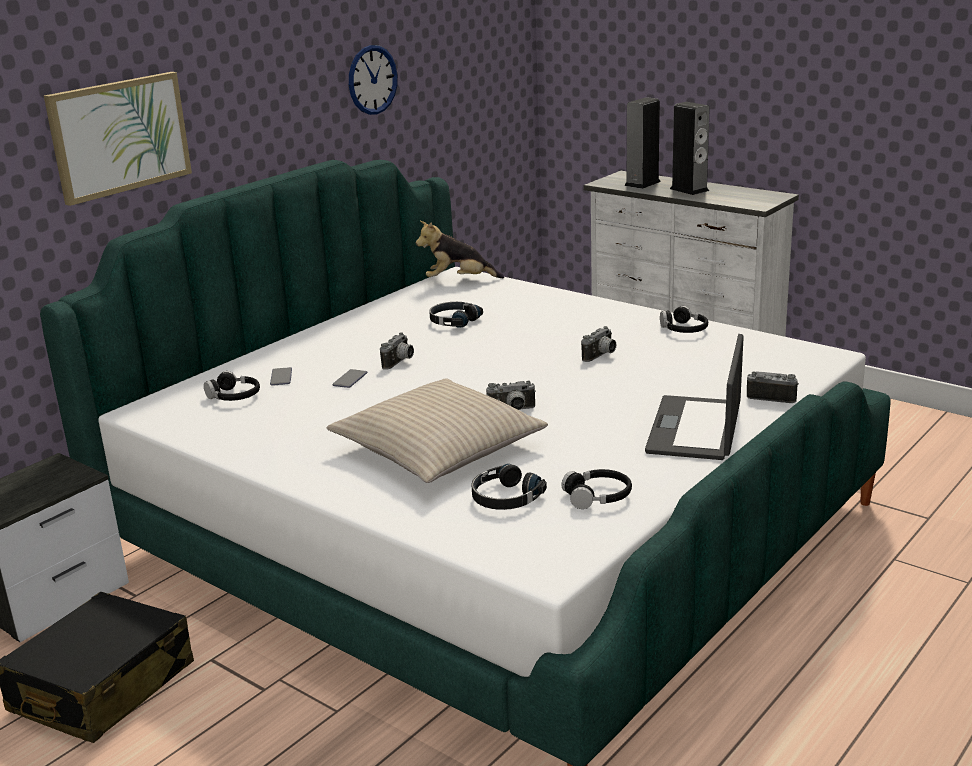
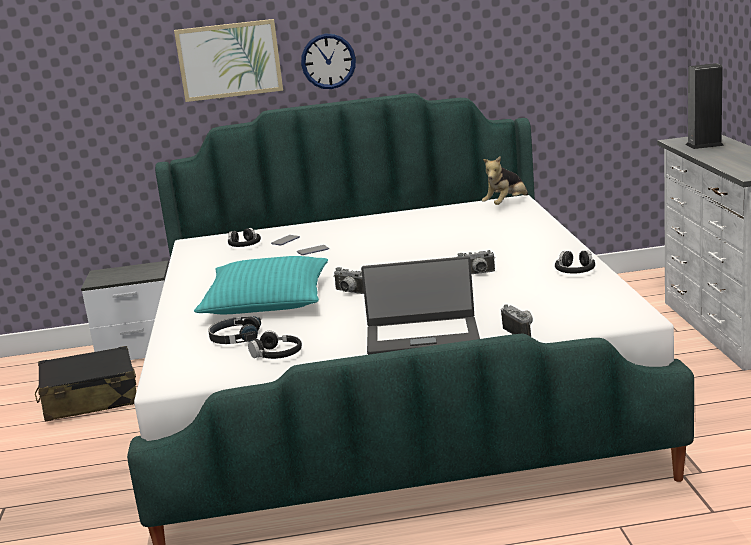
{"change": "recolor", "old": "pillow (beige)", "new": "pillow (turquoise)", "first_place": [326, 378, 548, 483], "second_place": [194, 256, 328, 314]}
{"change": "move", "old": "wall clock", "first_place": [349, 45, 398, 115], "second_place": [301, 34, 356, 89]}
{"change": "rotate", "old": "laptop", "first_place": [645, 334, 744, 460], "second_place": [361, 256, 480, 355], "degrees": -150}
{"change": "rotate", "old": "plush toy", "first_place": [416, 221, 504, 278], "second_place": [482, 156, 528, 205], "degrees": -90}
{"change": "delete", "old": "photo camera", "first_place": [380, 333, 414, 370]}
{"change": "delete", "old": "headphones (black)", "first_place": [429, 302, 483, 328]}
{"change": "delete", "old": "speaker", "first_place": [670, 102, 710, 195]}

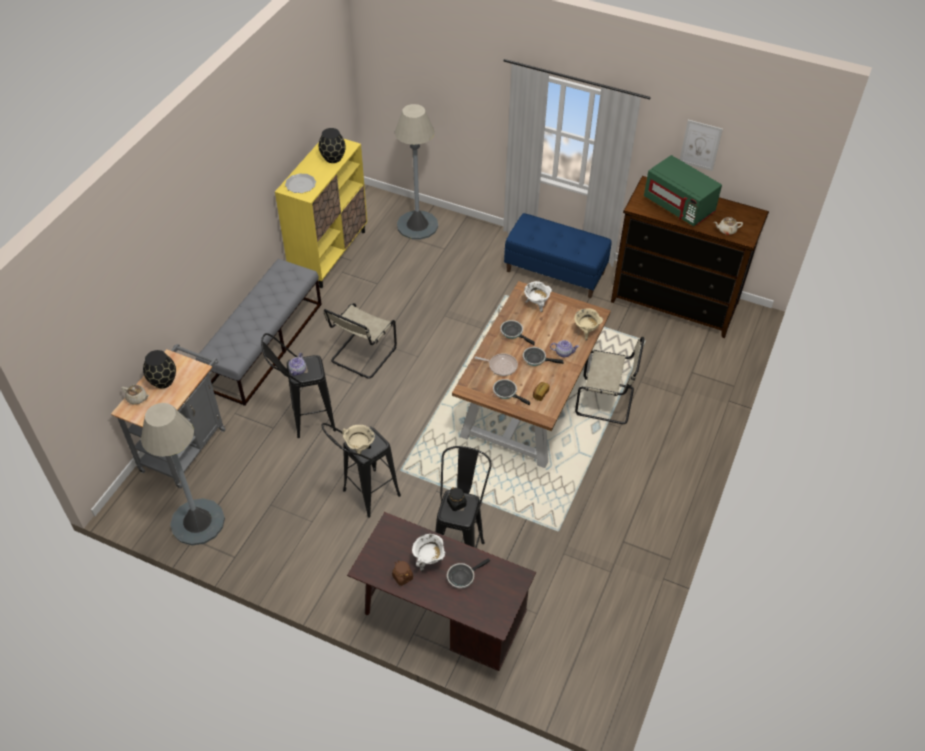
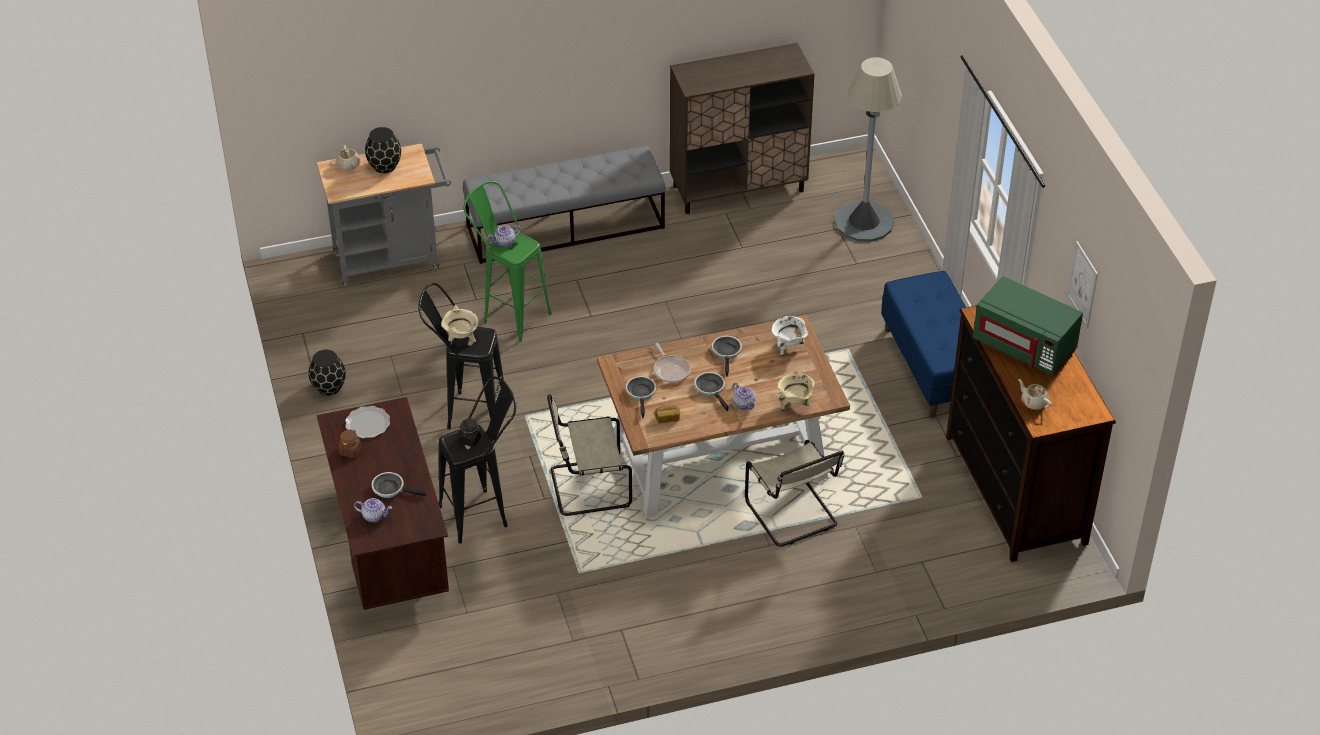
{"change": "move", "old": "vase (black)", "first_place": [319, 128, 346, 163], "second_place": [308, 350, 346, 396]}
{"change": "move", "old": "plate", "first_place": [285, 173, 316, 193], "second_place": [345, 406, 390, 438]}
{"change": "insert", "new": "teapot", "second_place": [354, 498, 392, 522]}
{"change": "recolor", "old": "stool (black)", "new": "stool (green)", "first_place": [261, 333, 336, 438], "second_place": [463, 181, 552, 342]}
{"change": "move", "old": "chair (beige)", "first_place": [324, 303, 397, 379], "second_place": [547, 394, 632, 516]}
{"change": "recolor", "old": "cabinet (yellow)", "new": "cabinet (brown)", "first_place": [275, 139, 367, 288], "second_place": [670, 43, 815, 214]}
{"change": "rotate", "old": "microwave (green)", "first_place": [644, 155, 722, 226], "second_place": [973, 276, 1083, 375], "degrees": -60}
{"change": "delete", "old": "floor lamp (grey)", "first_place": [141, 403, 225, 545]}
{"change": "delete", "old": "cooking pot (white)", "first_place": [412, 534, 445, 572]}

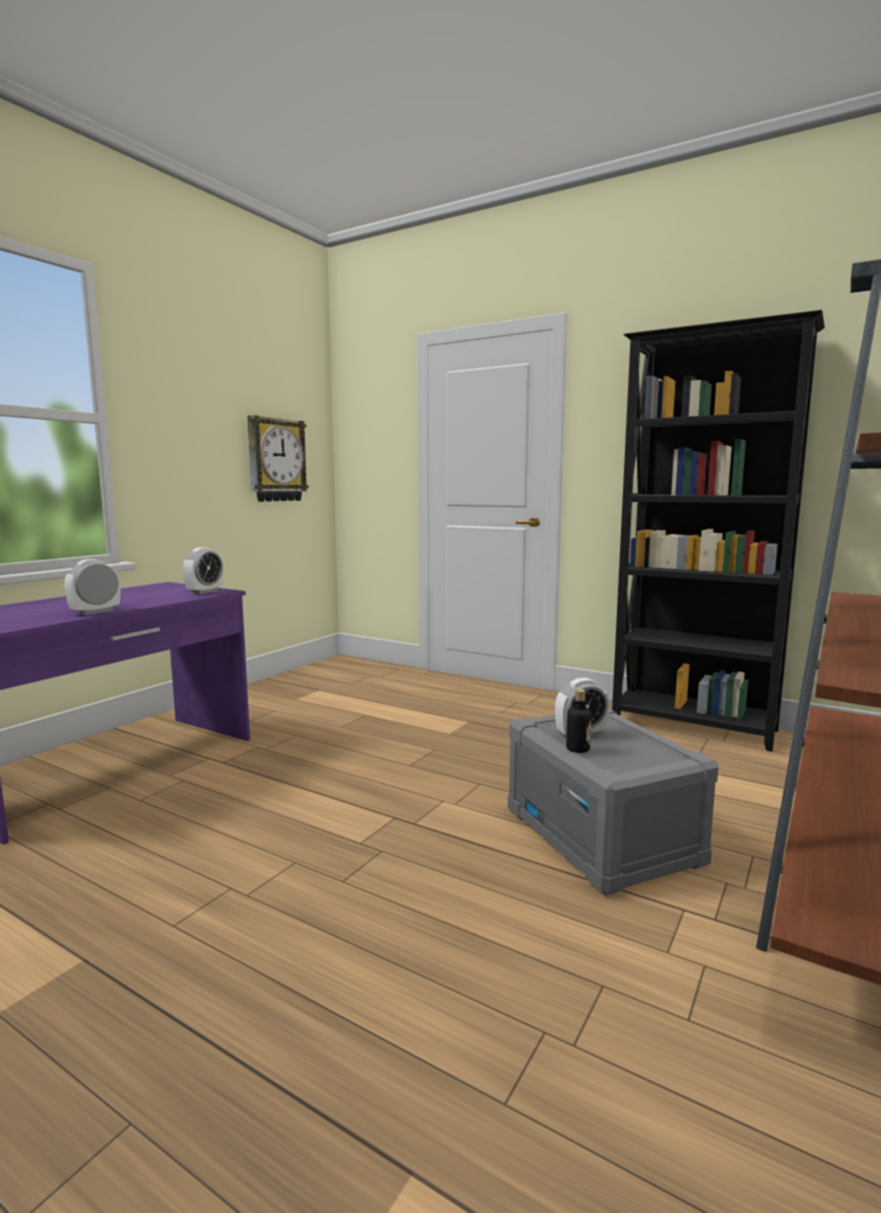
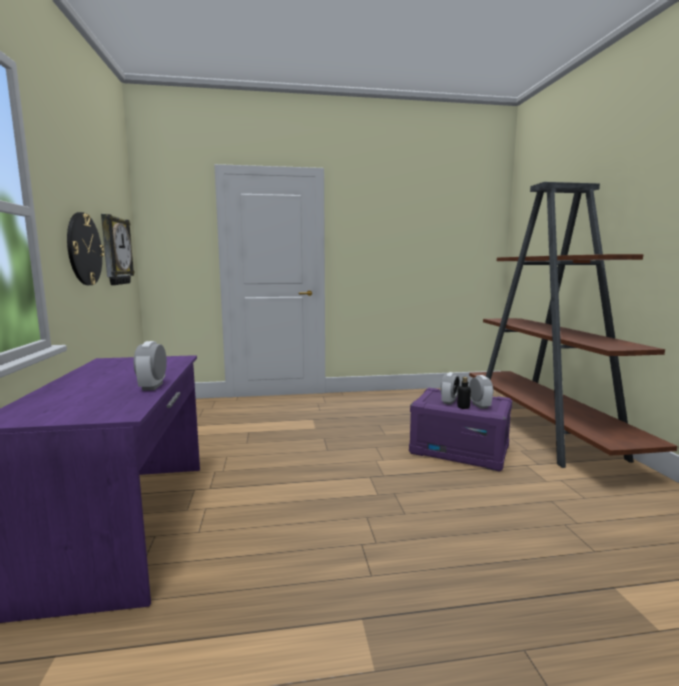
{"change": "insert", "new": "wall clock", "second_place": [67, 212, 105, 285]}
{"change": "recolor", "old": "storage box (grey)", "new": "storage box (purple)", "first_place": [508, 709, 718, 896], "second_place": [409, 388, 512, 472]}
{"change": "move", "old": "alarm clock", "first_place": [183, 547, 223, 594], "second_place": [469, 375, 493, 409]}
{"change": "delete", "old": "bookcase (black)", "first_place": [612, 310, 825, 752]}

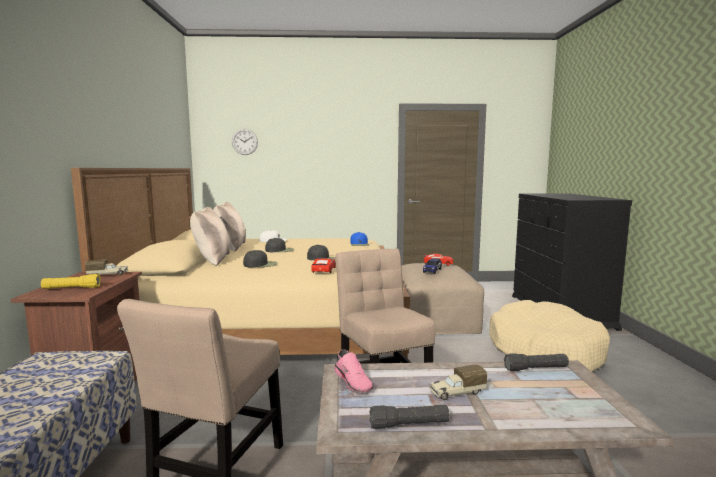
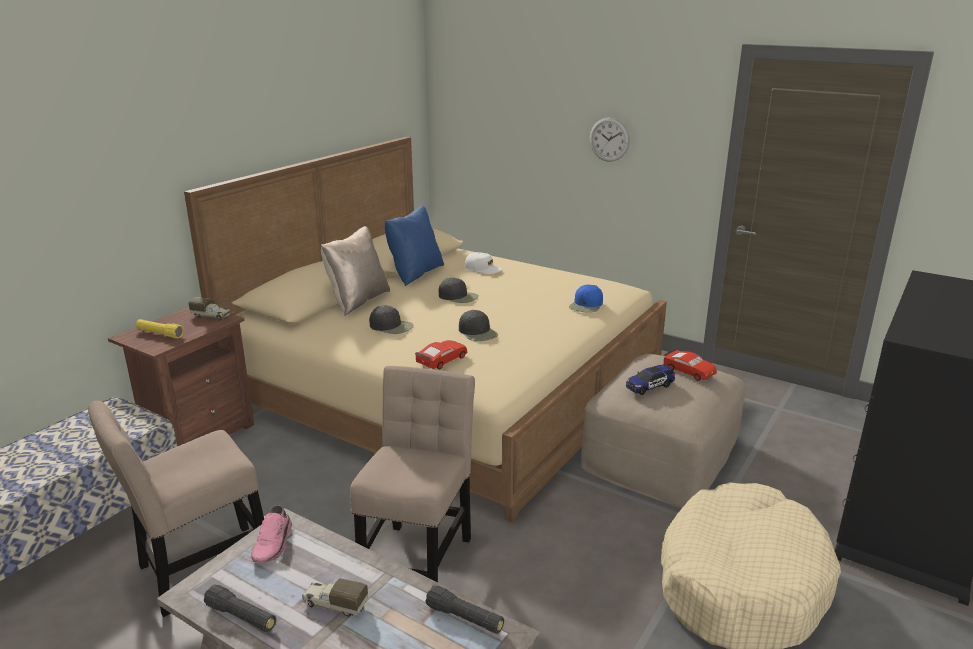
{"change": "recolor", "old": "pillow (beige)", "new": "pillow (blue)", "first_place": [213, 202, 246, 252], "second_place": [384, 206, 444, 286]}
{"change": "move", "old": "wall clock", "first_place": [232, 129, 258, 155], "second_place": [590, 117, 630, 162]}

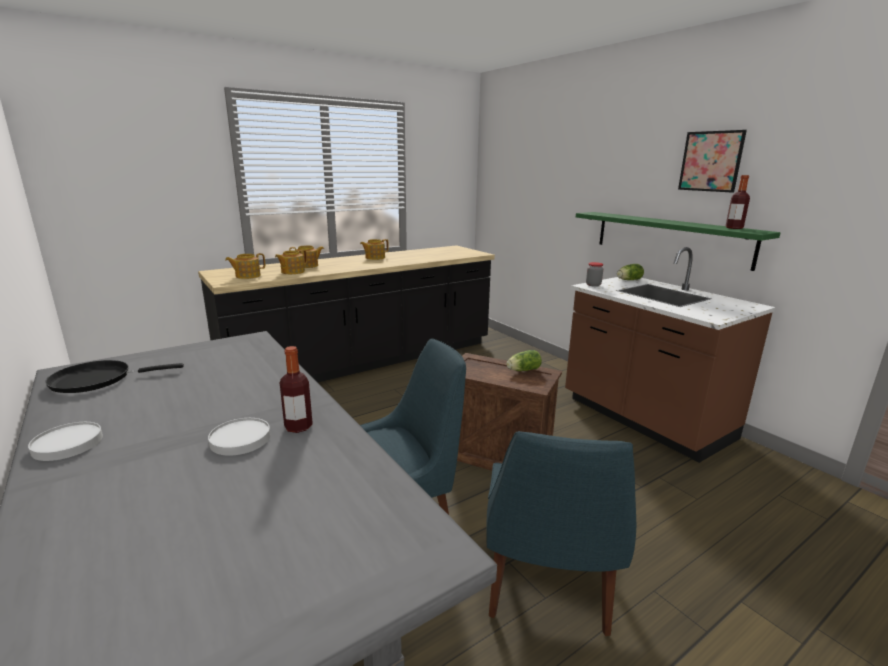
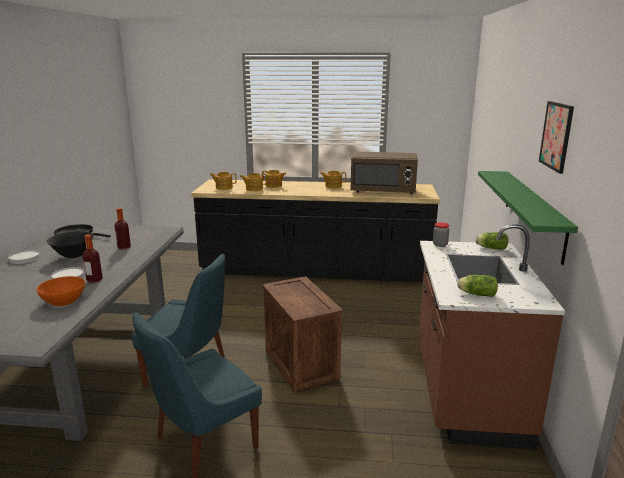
{"change": "insert", "new": "bowl (orange)", "second_place": [36, 276, 85, 306]}
{"change": "insert", "new": "bowl (black)", "second_place": [47, 231, 94, 258]}
{"change": "move", "old": "bottle", "first_place": [726, 175, 750, 229], "second_place": [114, 208, 131, 250]}
{"change": "insert", "new": "microwave (brown)", "second_place": [351, 152, 418, 194]}
{"change": "move", "old": "lettuce", "first_place": [506, 350, 542, 371], "second_place": [457, 275, 498, 297]}

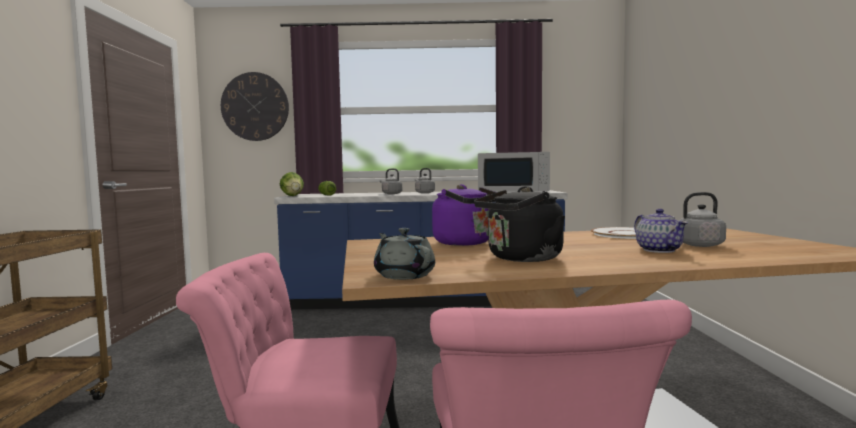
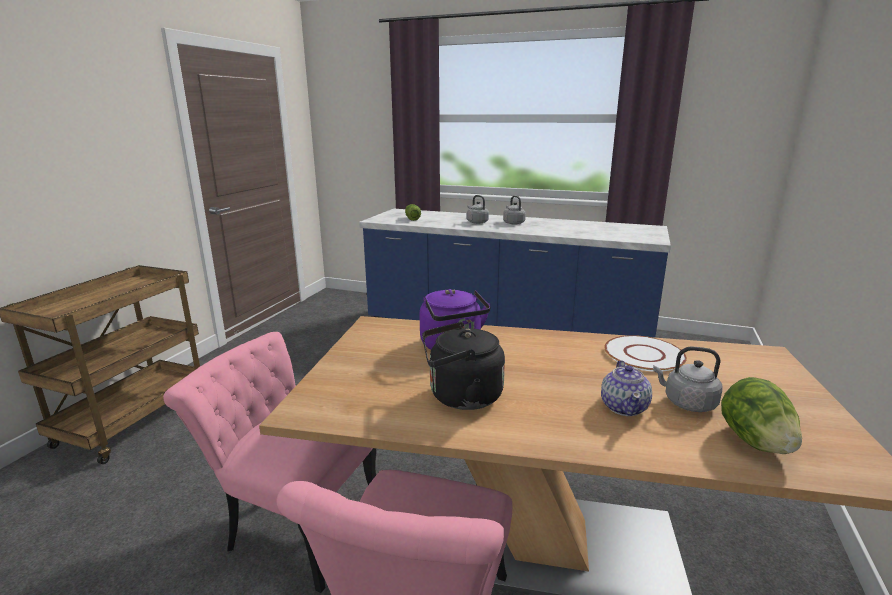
{"change": "move", "old": "lettuce", "first_place": [280, 172, 304, 196], "second_place": [721, 377, 802, 454]}
{"change": "delete", "old": "wall clock", "first_place": [221, 72, 289, 141]}
{"change": "delete", "old": "teapot (grey)", "first_place": [374, 228, 435, 280]}
{"change": "delete", "old": "microwave (white)", "first_place": [478, 152, 550, 192]}

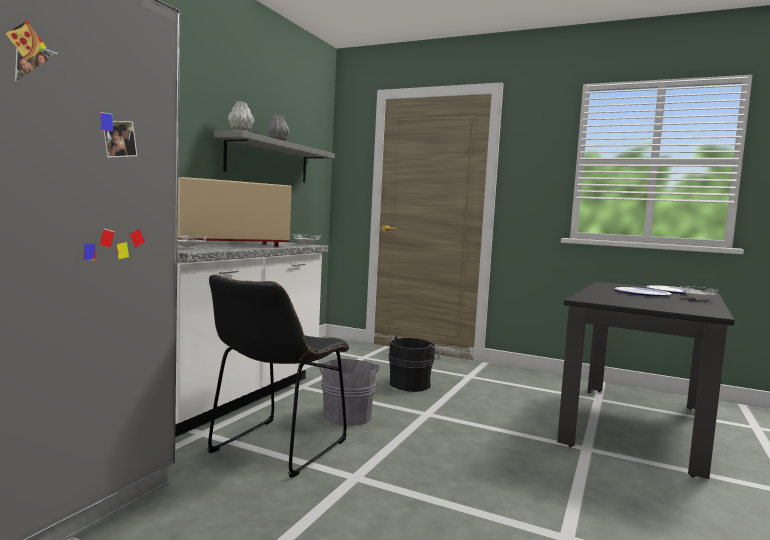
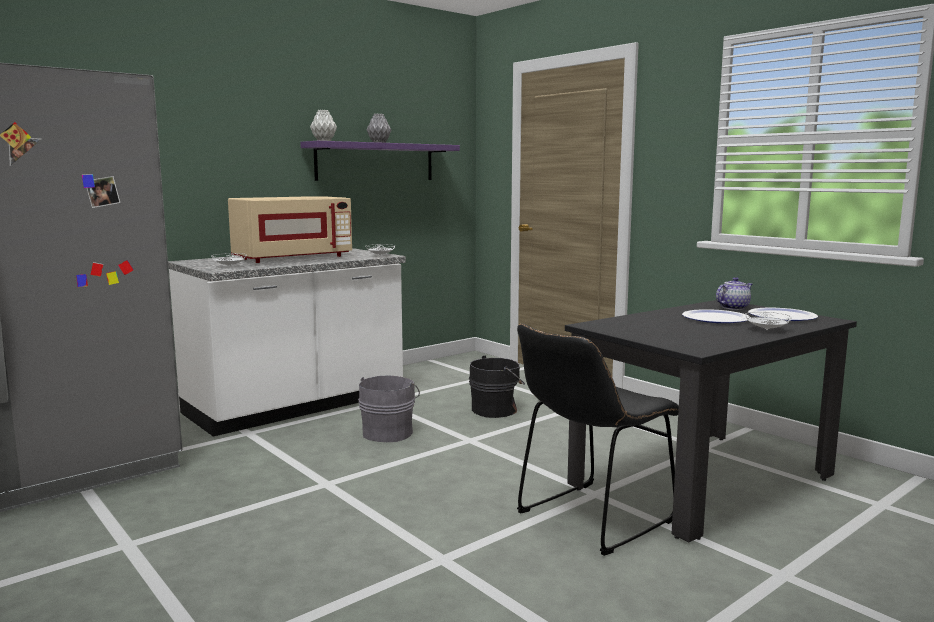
{"change": "rotate", "old": "microwave (beige)", "first_place": [178, 177, 291, 247], "second_place": [228, 196, 352, 263], "degrees": 150}
{"change": "recolor", "old": "shelf (grey)", "new": "shelf (purple)", "first_place": [214, 130, 335, 183], "second_place": [300, 141, 460, 181]}
{"change": "move", "old": "chair (black)", "first_place": [207, 274, 349, 478], "second_place": [517, 324, 679, 556]}
{"change": "insert", "new": "teapot", "second_place": [716, 277, 752, 310]}

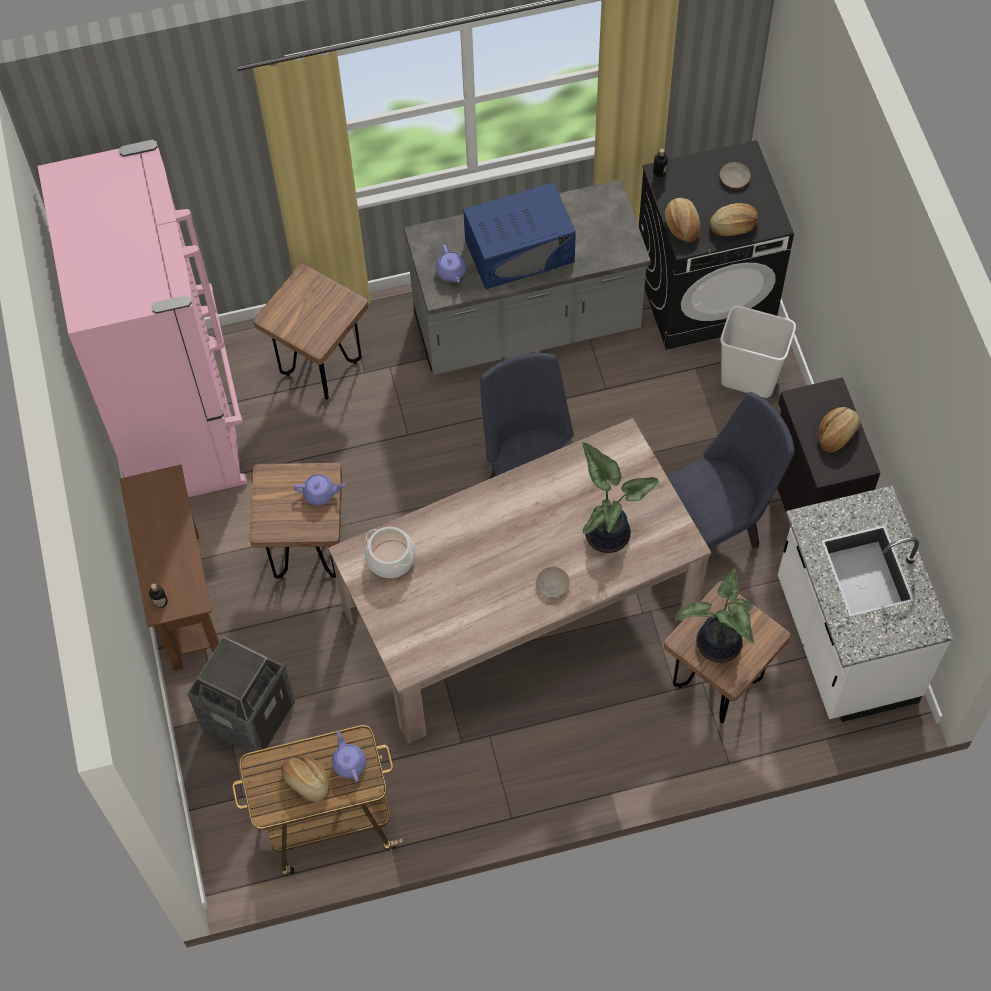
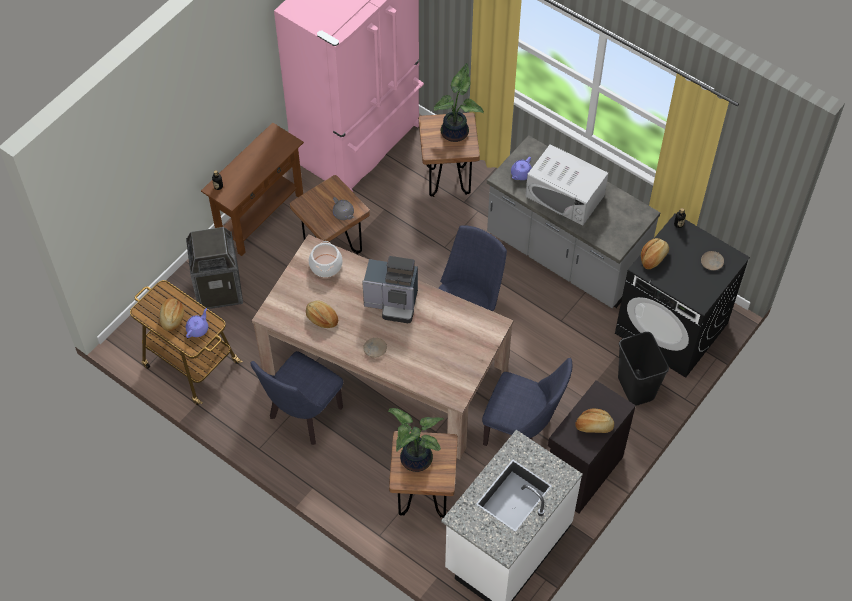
{"change": "insert", "new": "chair (blue)", "second_place": [251, 351, 343, 445]}
{"change": "move", "old": "bread", "first_place": [710, 203, 759, 236], "second_place": [306, 300, 338, 328]}
{"change": "recolor", "old": "teapot (purple)", "new": "teapot (grey)", "first_place": [294, 474, 345, 505], "second_place": [333, 197, 354, 220]}
{"change": "insert", "new": "coffee machine", "second_place": [362, 256, 418, 323]}
{"change": "move", "old": "potted plant", "first_place": [582, 442, 659, 553], "second_place": [433, 63, 484, 142]}
{"change": "recolor", "old": "microwave (blue)", "new": "microwave (white)", "first_place": [463, 182, 576, 289], "second_place": [525, 144, 608, 225]}
{"change": "recolor", "old": "trash can (white)", "new": "trash can (black)", "first_place": [720, 305, 796, 398], "second_place": [618, 332, 669, 406]}

